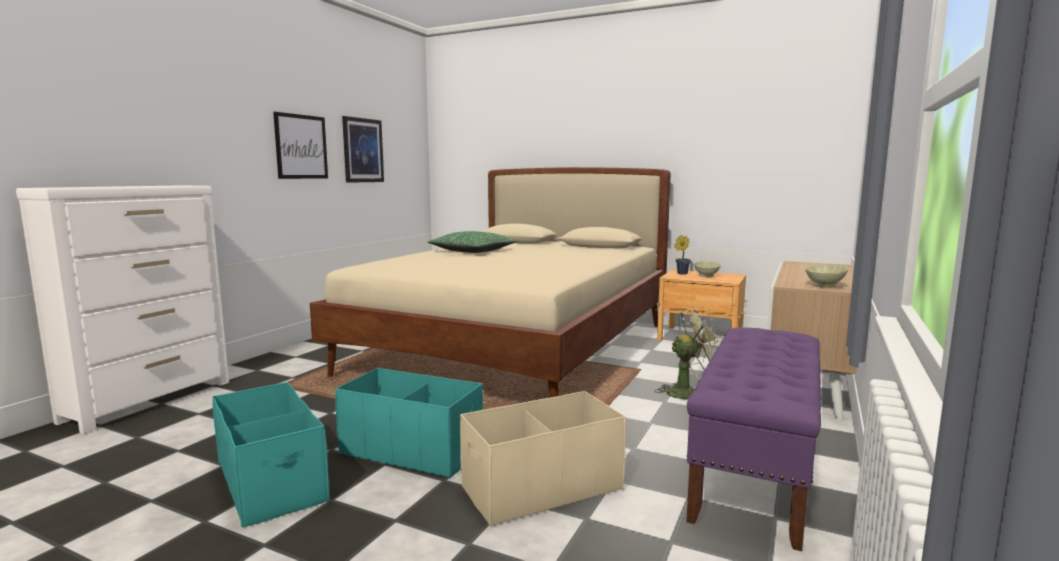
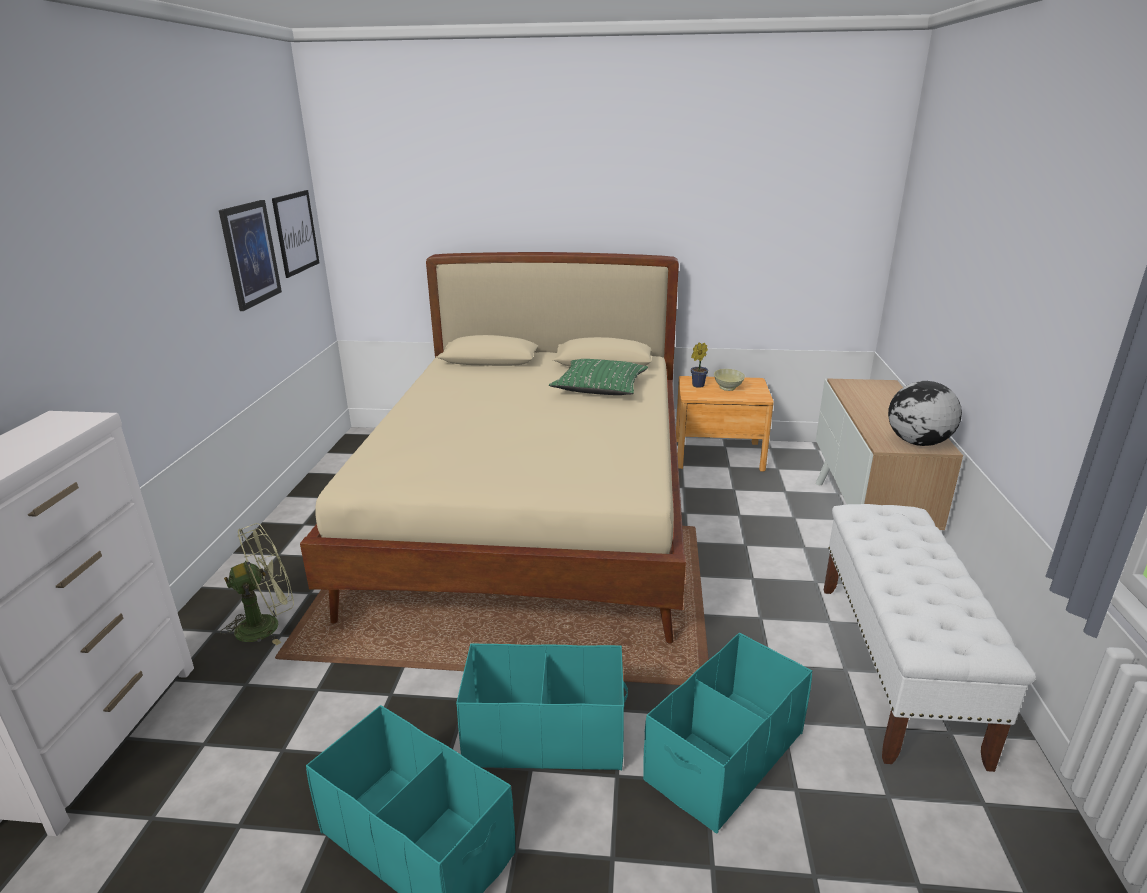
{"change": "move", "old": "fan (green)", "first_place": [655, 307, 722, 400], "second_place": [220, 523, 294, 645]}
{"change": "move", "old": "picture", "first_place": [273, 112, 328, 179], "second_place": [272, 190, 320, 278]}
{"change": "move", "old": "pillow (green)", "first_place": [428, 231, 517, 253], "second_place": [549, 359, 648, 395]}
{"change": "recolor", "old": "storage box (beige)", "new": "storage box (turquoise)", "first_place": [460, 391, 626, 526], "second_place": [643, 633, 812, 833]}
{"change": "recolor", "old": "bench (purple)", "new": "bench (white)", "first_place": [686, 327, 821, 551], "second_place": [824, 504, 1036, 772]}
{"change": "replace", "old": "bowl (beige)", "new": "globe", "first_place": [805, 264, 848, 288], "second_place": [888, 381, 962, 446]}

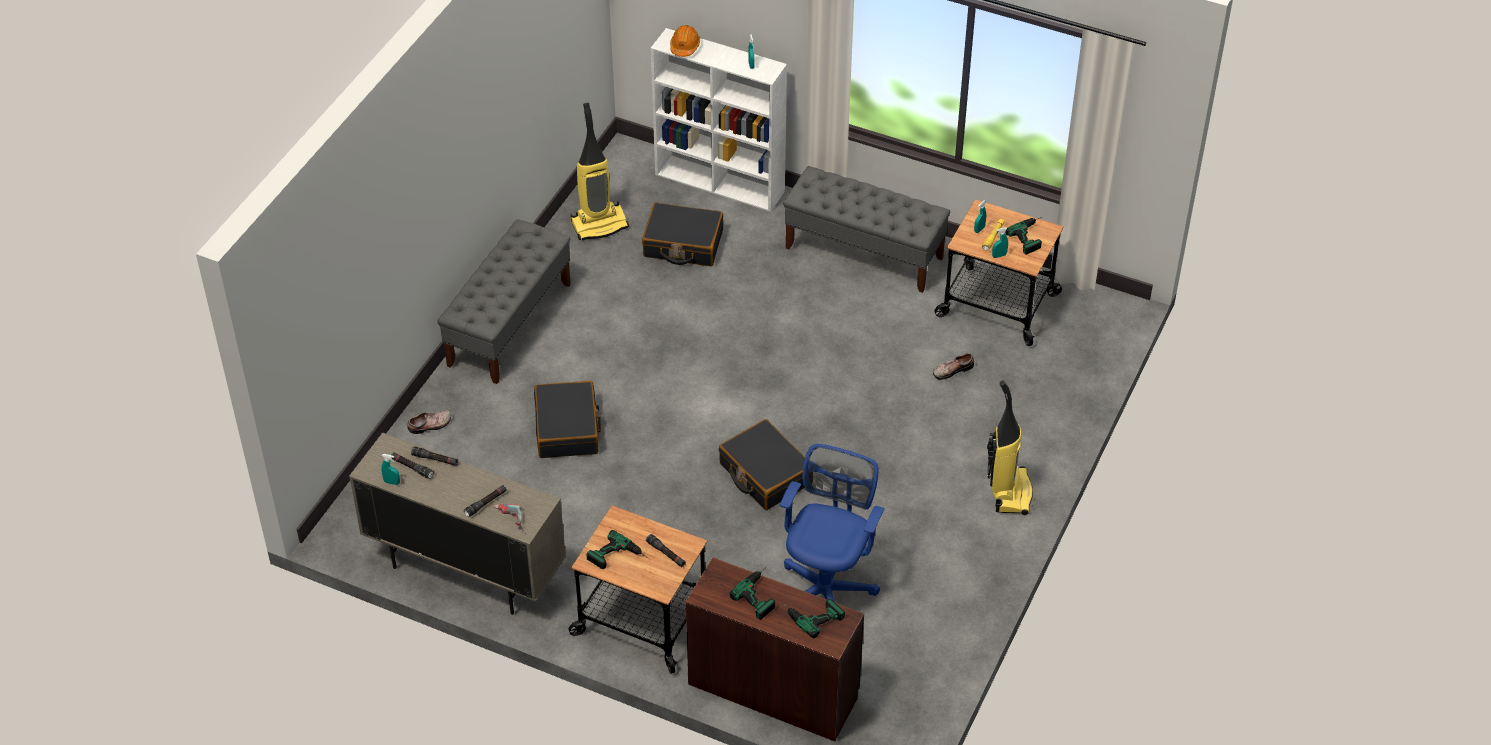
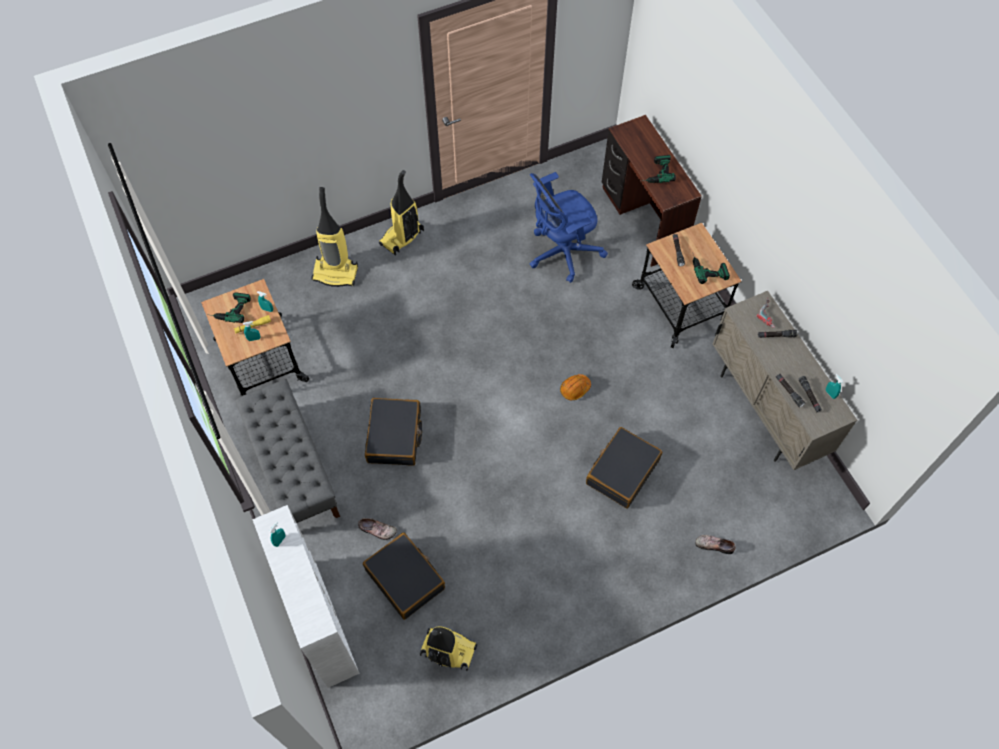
{"change": "insert", "new": "vacuum cleaner", "second_place": [312, 187, 358, 287]}
{"change": "move", "old": "shoe", "first_place": [933, 353, 974, 380], "second_place": [358, 518, 397, 540]}
{"change": "move", "old": "suitcase (black)", "first_place": [719, 419, 805, 510], "second_place": [365, 398, 422, 466]}
{"change": "move", "old": "hard hat (orange)", "first_place": [670, 25, 700, 57], "second_place": [560, 374, 591, 400]}
{"change": "delete", "old": "bench (grey)", "first_place": [437, 219, 571, 384]}
{"change": "delete", "old": "power drill", "first_place": [782, 599, 845, 638]}

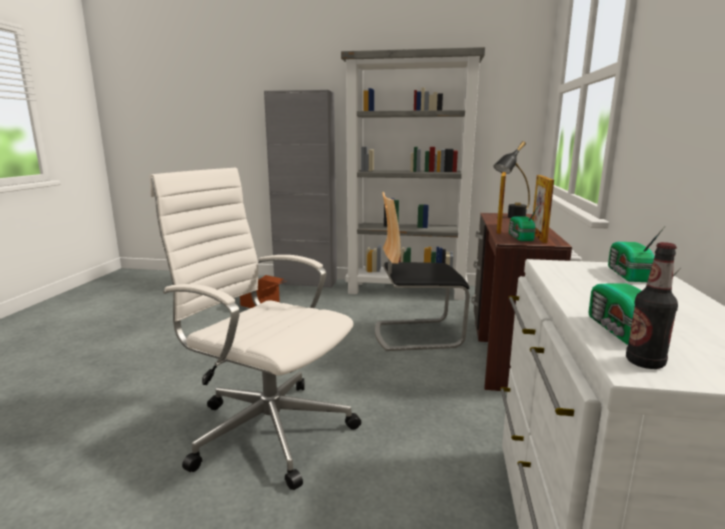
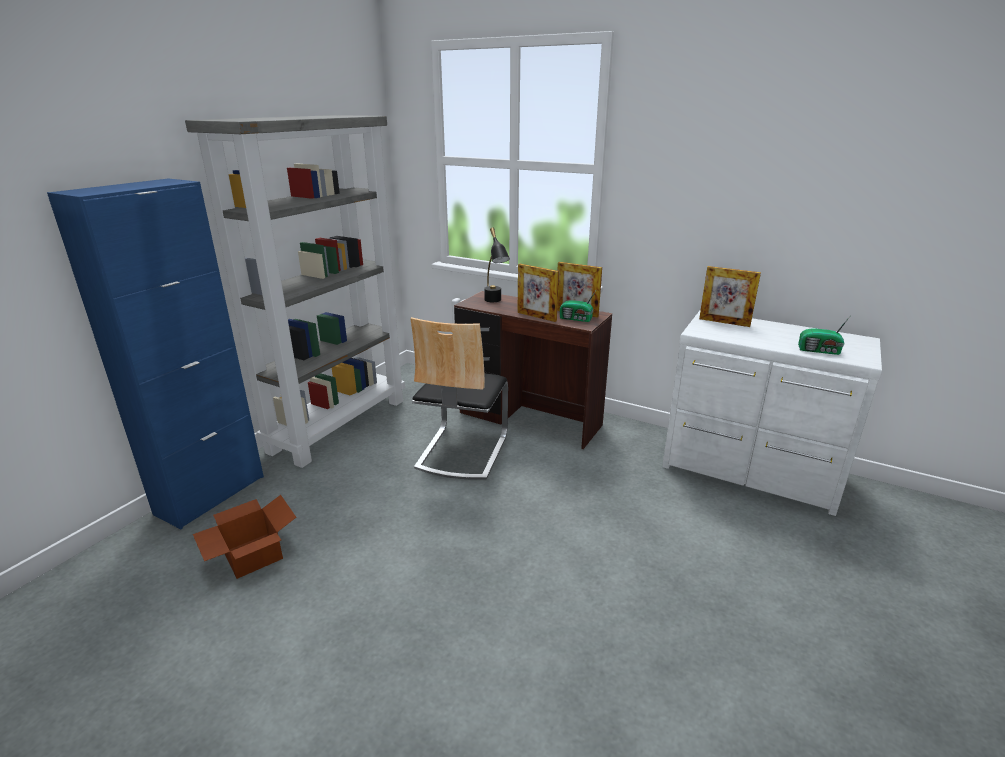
{"change": "recolor", "old": "cabinet (grey)", "new": "cabinet (blue)", "first_place": [264, 90, 337, 288], "second_place": [47, 178, 264, 529]}
{"change": "replace", "old": "radio", "new": "picture frame", "first_place": [608, 226, 665, 282], "second_place": [699, 266, 761, 327]}
{"change": "delete", "old": "office chair (white)", "first_place": [150, 168, 361, 490]}
{"change": "delete", "old": "bottle", "first_place": [626, 242, 678, 369]}

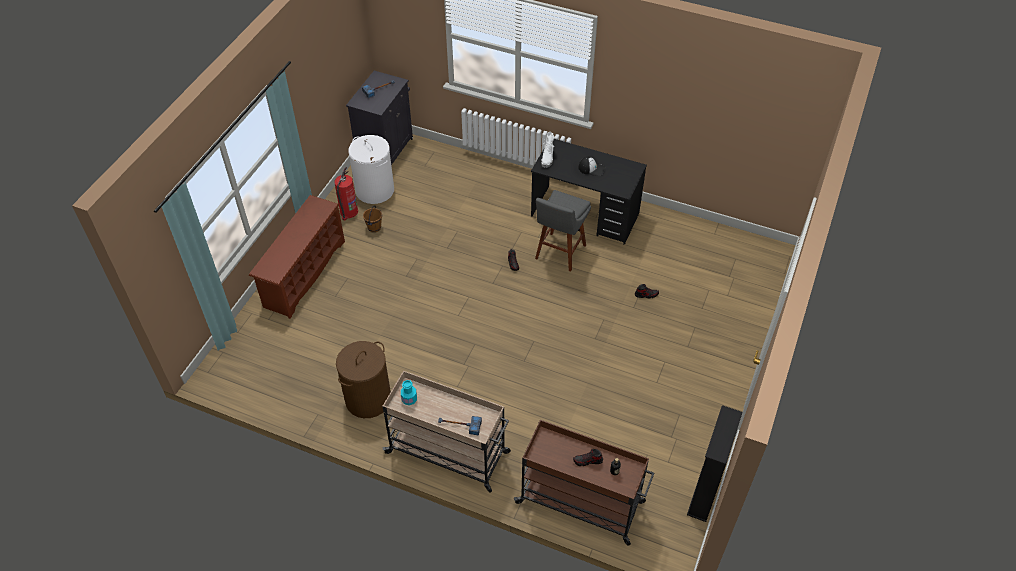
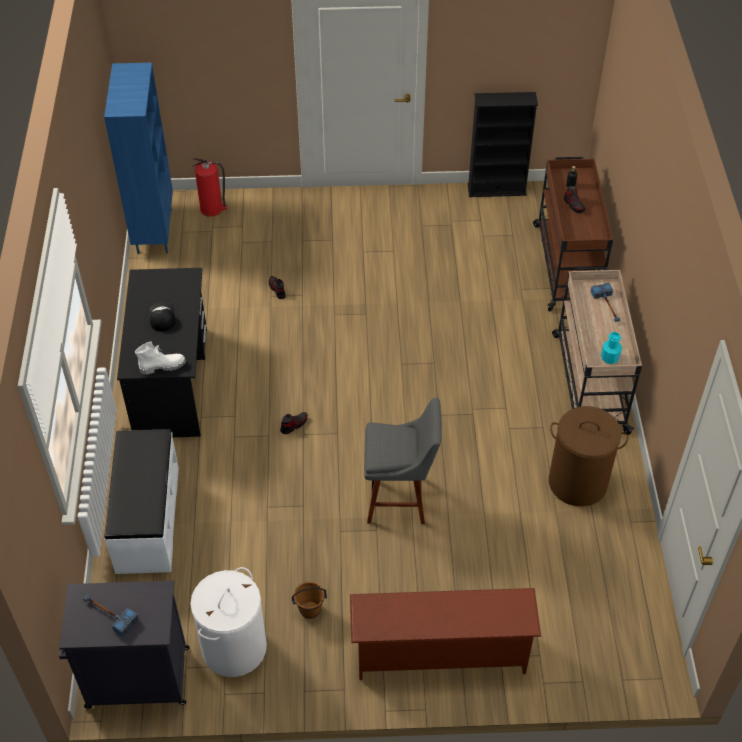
{"change": "insert", "new": "bookcase (blue)", "second_place": [104, 63, 173, 254]}
{"change": "insert", "new": "bench (white)", "second_place": [104, 429, 179, 574]}
{"change": "move", "old": "fire extinguisher", "first_place": [334, 167, 358, 220], "second_place": [191, 157, 227, 217]}
{"change": "move", "old": "stool (grey)", "first_place": [535, 190, 591, 272], "second_place": [364, 398, 442, 524]}

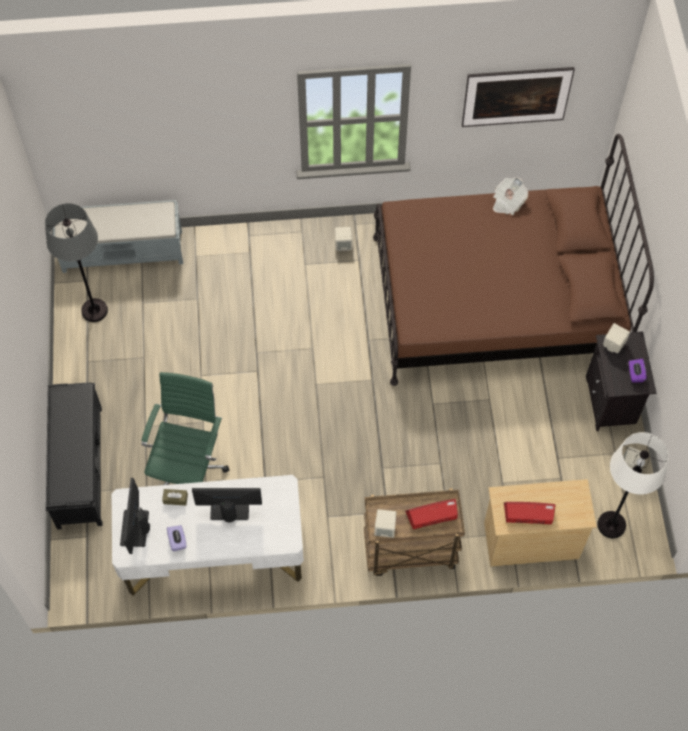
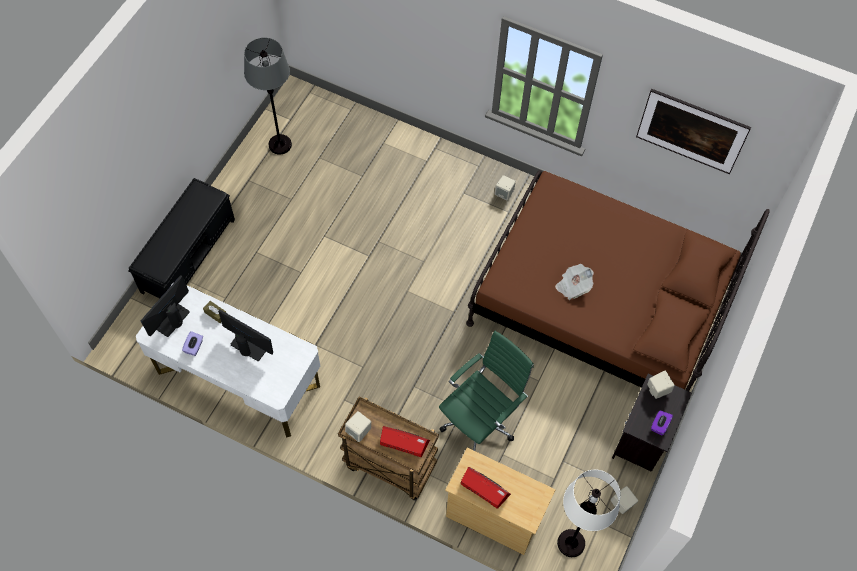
{"change": "move", "old": "office chair (green)", "first_place": [141, 372, 229, 485], "second_place": [439, 331, 534, 451]}
{"change": "move", "old": "newspaper", "first_place": [493, 177, 528, 215], "second_place": [555, 264, 594, 300]}
{"change": "delete", "old": "bench (grey)", "first_place": [53, 200, 183, 273]}

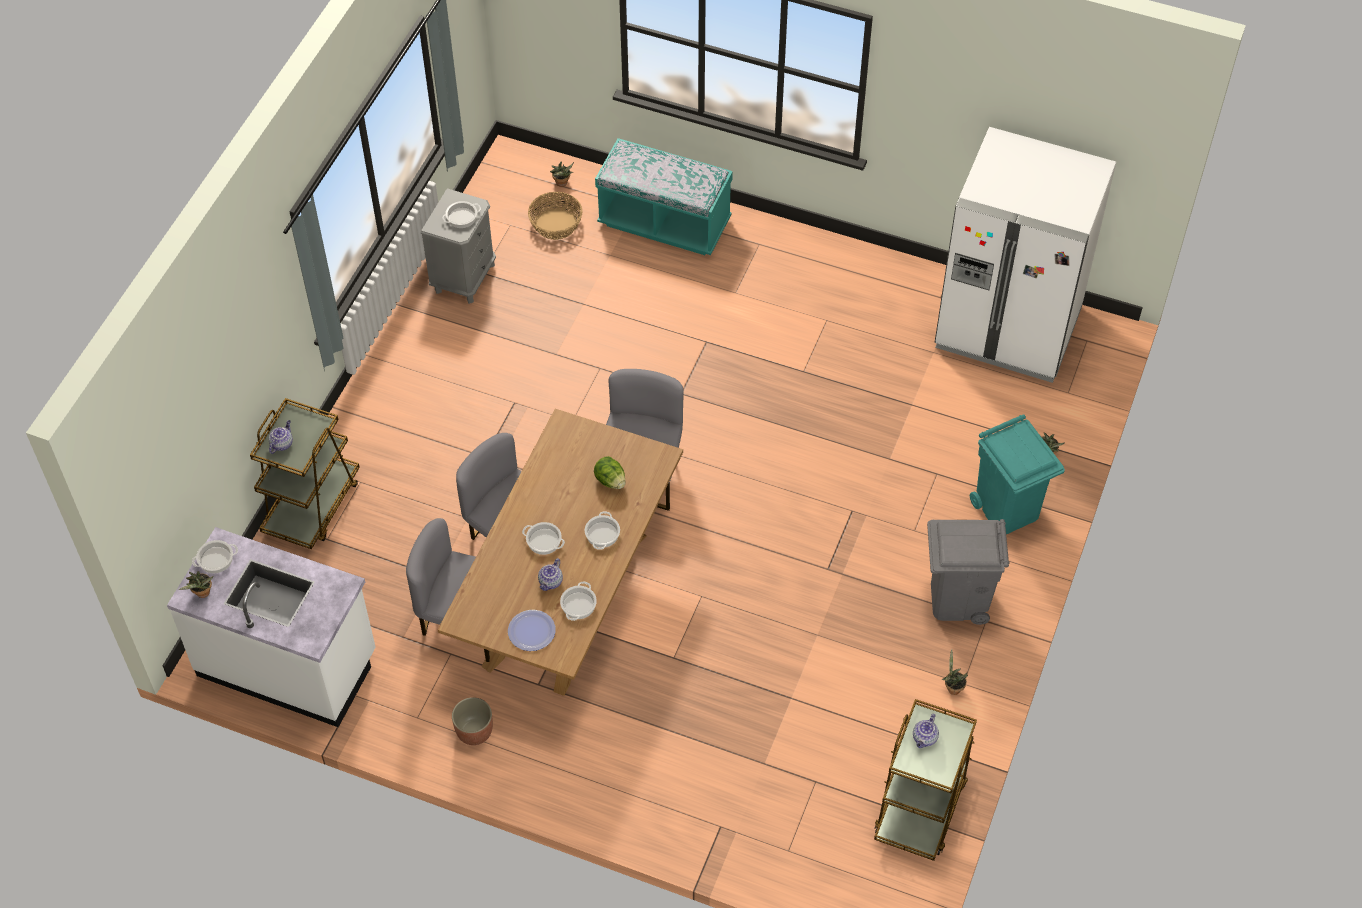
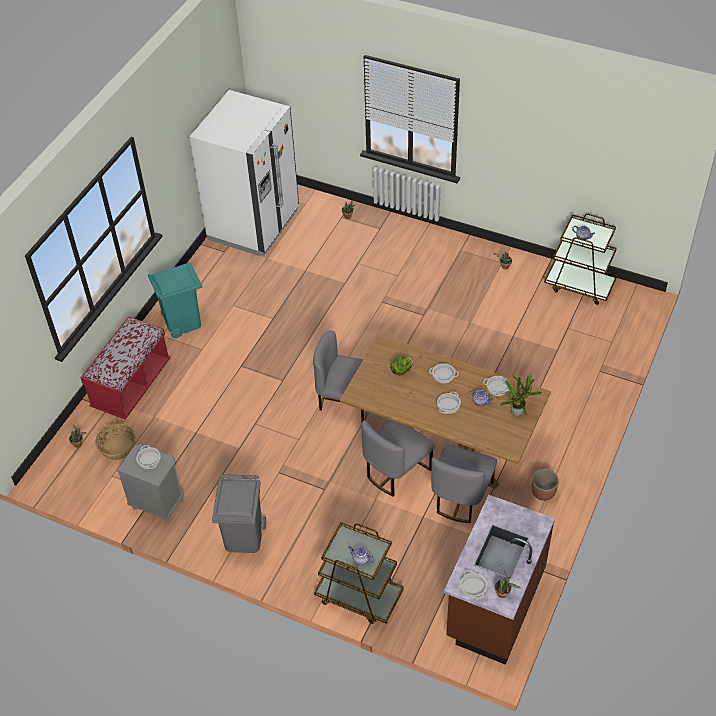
{"change": "recolor", "old": "bench (turquoise)", "new": "bench (red)", "first_place": [595, 138, 733, 255], "second_place": [81, 316, 170, 419]}
{"change": "move", "old": "trash can (turquoise)", "first_place": [970, 414, 1065, 534], "second_place": [148, 263, 203, 338]}
{"change": "move", "old": "trash can (grey)", "first_place": [927, 519, 1010, 625], "second_place": [212, 474, 266, 553]}
{"change": "recolor", "old": "counter (white)", "new": "counter (brown)", "first_place": [167, 527, 376, 727], "second_place": [444, 495, 555, 665]}
{"change": "replace", "old": "plate", "new": "potted plant", "first_place": [508, 610, 556, 651], "second_place": [500, 373, 542, 416]}

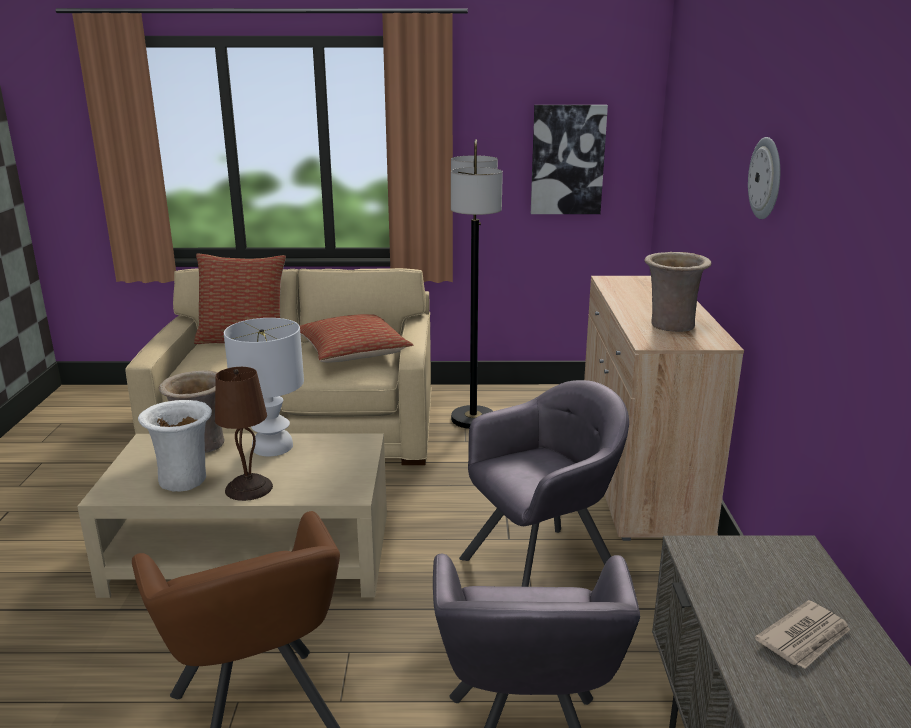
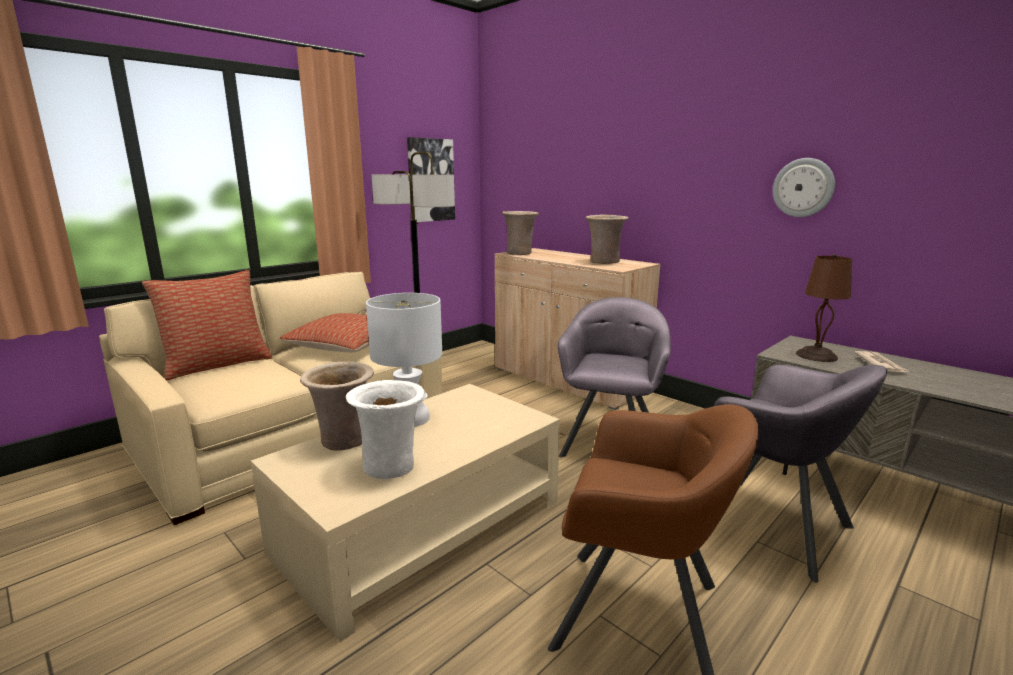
{"change": "insert", "new": "vase (beige)", "second_place": [502, 211, 539, 255]}
{"change": "move", "old": "wall clock", "first_place": [748, 137, 780, 219], "second_place": [773, 158, 835, 217]}
{"change": "move", "old": "table lamp (brown)", "first_place": [215, 367, 273, 501], "second_place": [796, 254, 852, 362]}

